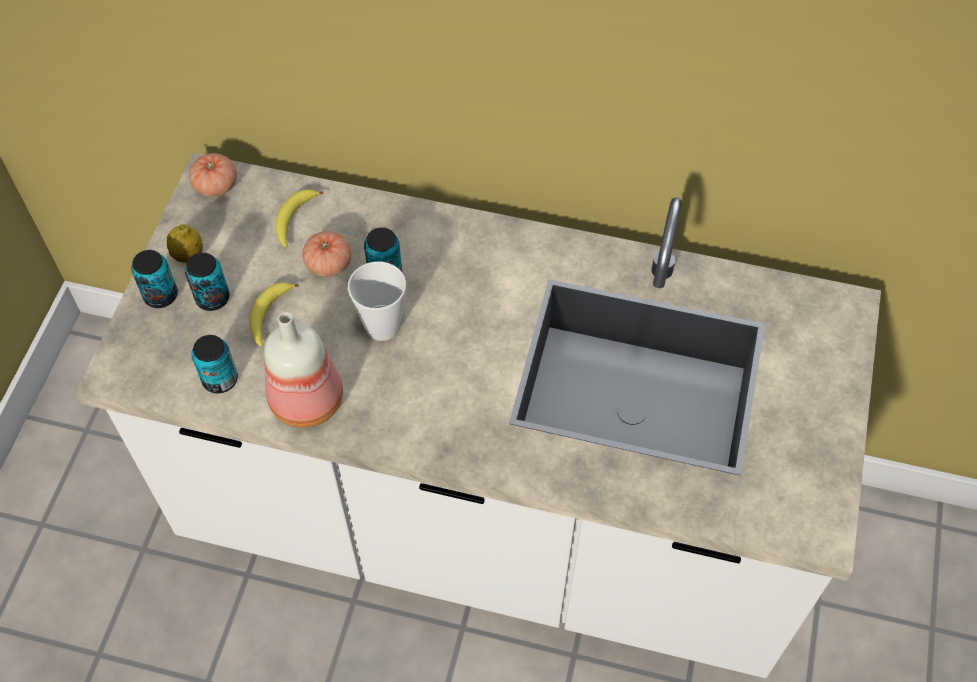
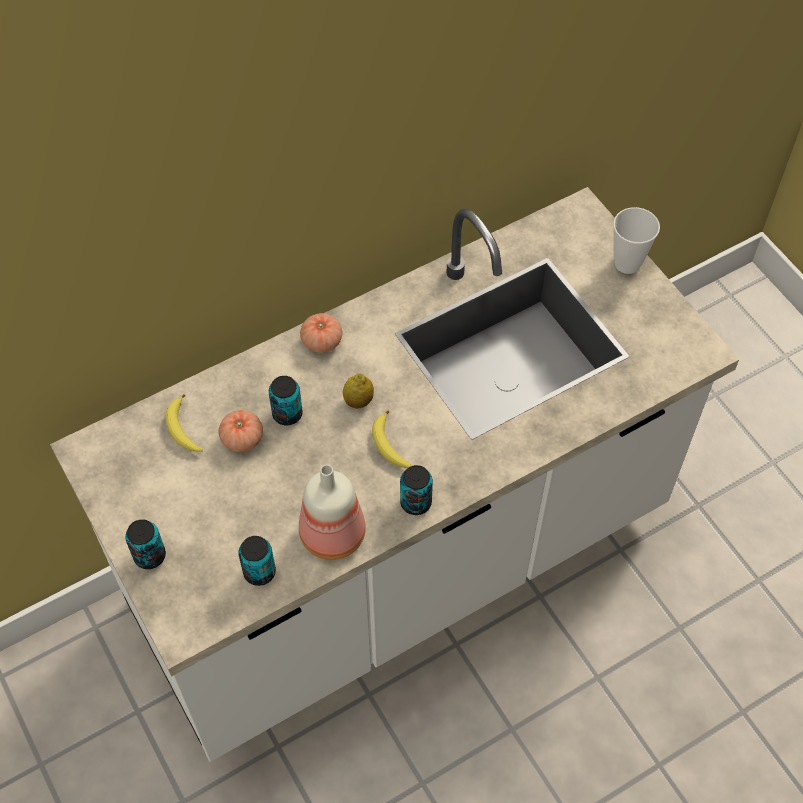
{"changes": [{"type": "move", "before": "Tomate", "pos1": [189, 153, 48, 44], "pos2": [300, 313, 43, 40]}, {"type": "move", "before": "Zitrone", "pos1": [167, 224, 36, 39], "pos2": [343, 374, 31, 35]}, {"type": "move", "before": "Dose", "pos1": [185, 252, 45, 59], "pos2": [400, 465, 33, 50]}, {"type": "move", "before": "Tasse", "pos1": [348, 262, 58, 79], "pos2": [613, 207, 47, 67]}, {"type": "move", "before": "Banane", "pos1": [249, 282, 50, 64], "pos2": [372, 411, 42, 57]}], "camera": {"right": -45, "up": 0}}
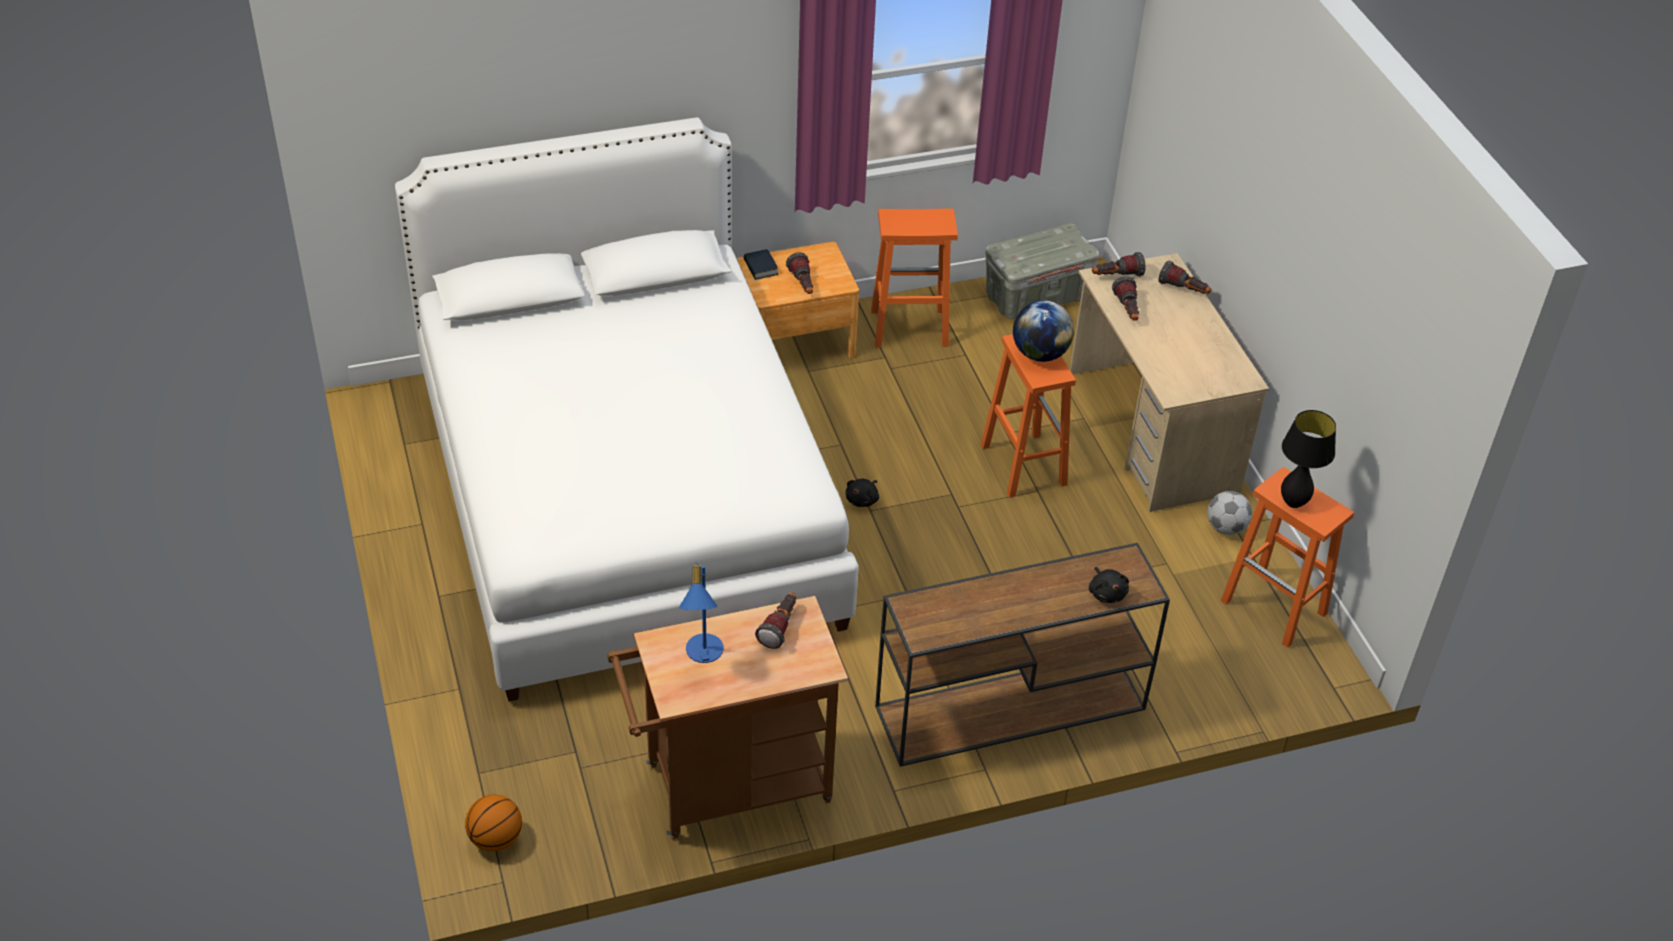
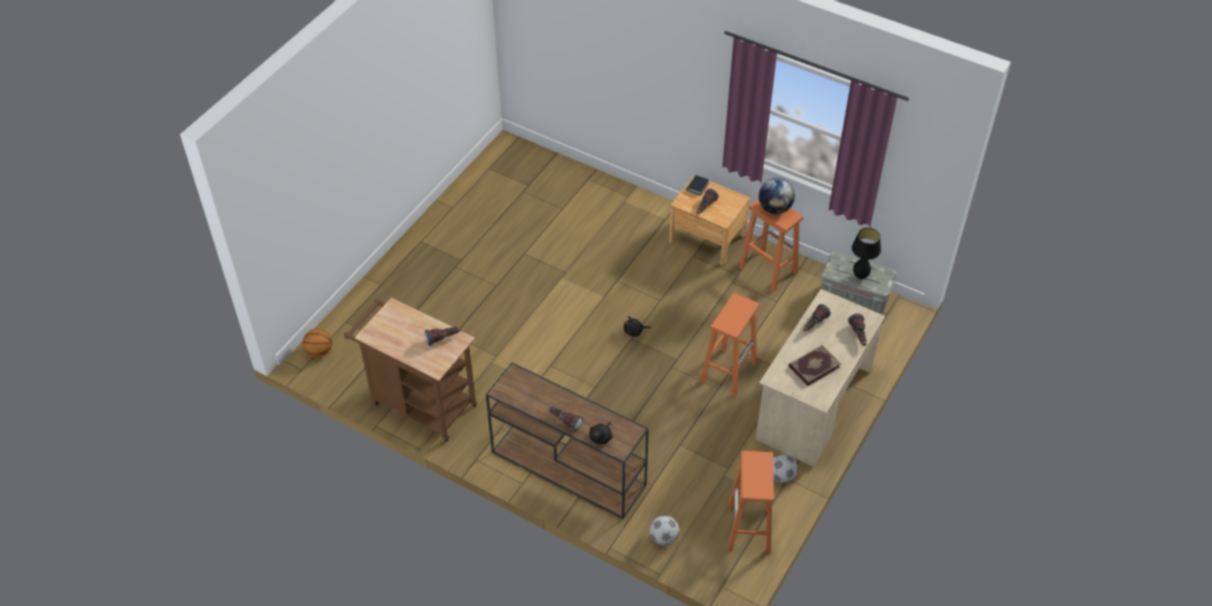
{"changes": [{"type": "delete", "before": "Bett/weiß", "pos1": [395, 117, 464, 584]}, {"type": "move", "before": "Taschenlampe", "pos1": [1092, 252, 54, 25], "pos2": [548, 406, 35, 26]}, {"type": "move", "before": "Globus", "pos1": [1013, 300, 61, 62], "pos2": [759, 178, 36, 36]}, {"type": "move", "before": "Tischlampe/schwarz", "pos1": [1281, 410, 55, 98], "pos2": [852, 228, 29, 51]}, {"type": "delete", "before": "Tischlampe/blau", "pos1": [679, 561, 45, 102]}, {"type": "insert", "after": "Buch", "pos2": [789, 345, 52, 41]}, {"type": "insert", "after": "Fußball", "pos2": [650, 515, 29, 30]}], "camera": {"right": 50, "up": 5}}
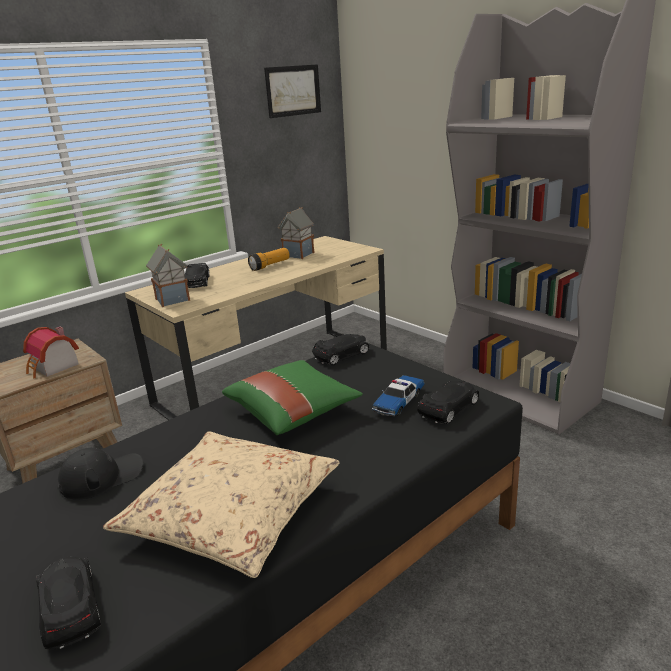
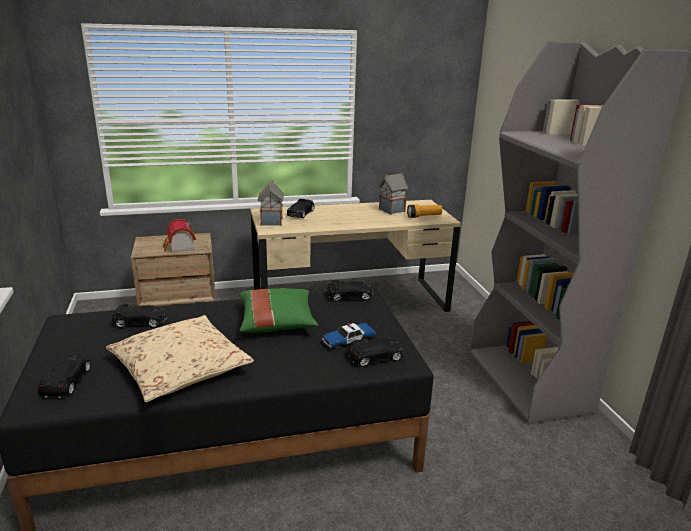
{"changes": [{"type": "delete", "before": "Bild", "pos1": [264, 64, 57, 54]}, {"type": "move", "before": "Taschenlampe", "pos1": [248, 248, 42, 23], "pos2": [407, 205, 35, 13]}, {"type": "replace", "before": "Kappe/schwarz", "after": "Spielzeugauto/schwarz", "pos1": [58, 447, 85, 52], "pos2": [112, 304, 55, 24]}], "camera": {"right": 25, "up": 0}}
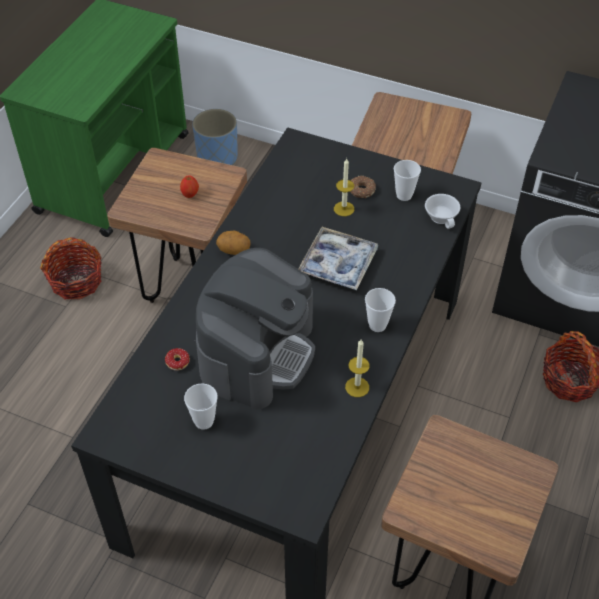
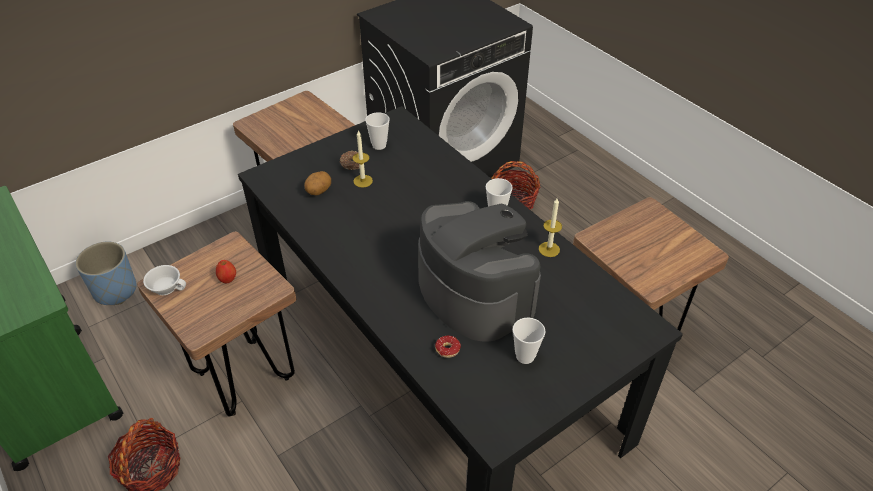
{"changes": [{"type": "move", "before": "Tasse/weiß", "pos1": [425, 194, 35, 35], "pos2": [143, 265, 43, 30]}, {"type": "delete", "before": "Tablett", "pos1": [299, 227, 79, 63]}, {"type": "move", "before": "Kartoffel", "pos1": [216, 231, 34, 24], "pos2": [304, 171, 27, 25]}], "camera": {"right": -60, "up": -5}}
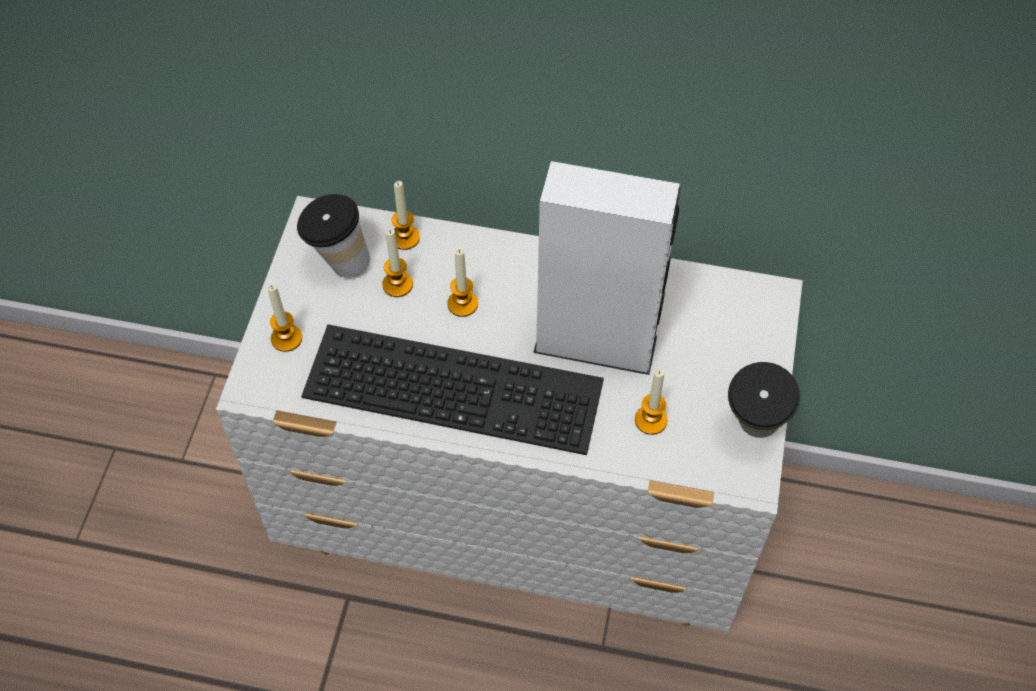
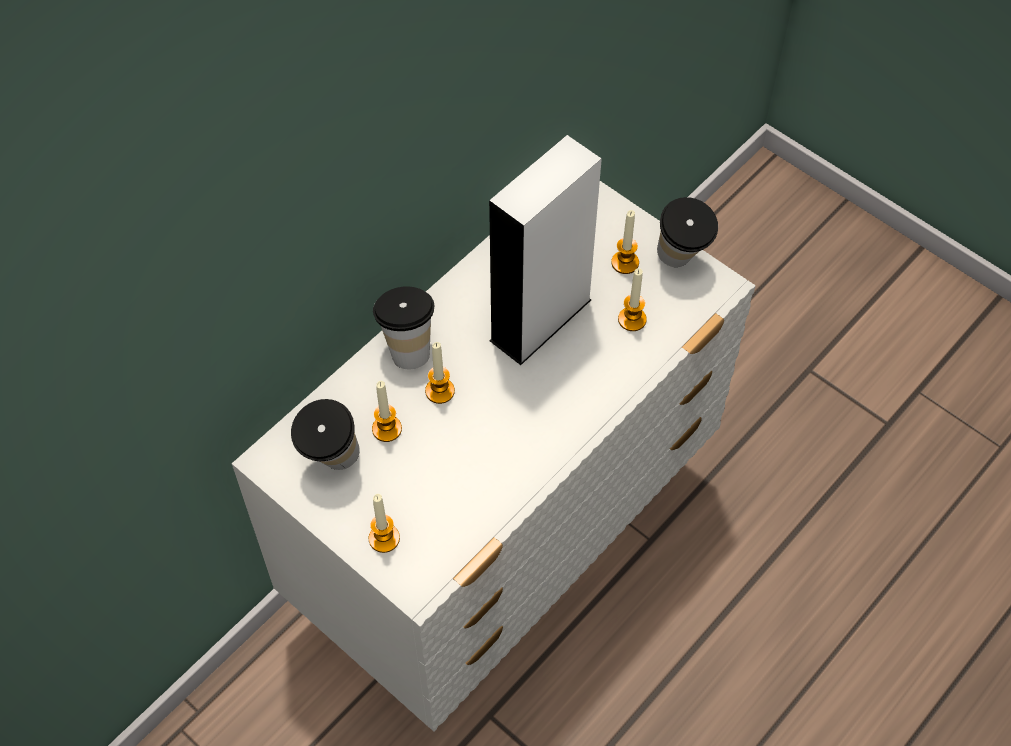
{"changes": [{"type": "move", "before": "Kerze", "pos1": [392, 181, 28, 69], "pos2": [611, 210, 28, 64]}, {"type": "delete", "before": "Tastatur", "pos1": [302, 324, 302, 131]}, {"type": "insert", "after": "Tasse", "pos2": [373, 286, 61, 83]}], "camera": {"right": -60, "up": 0}}
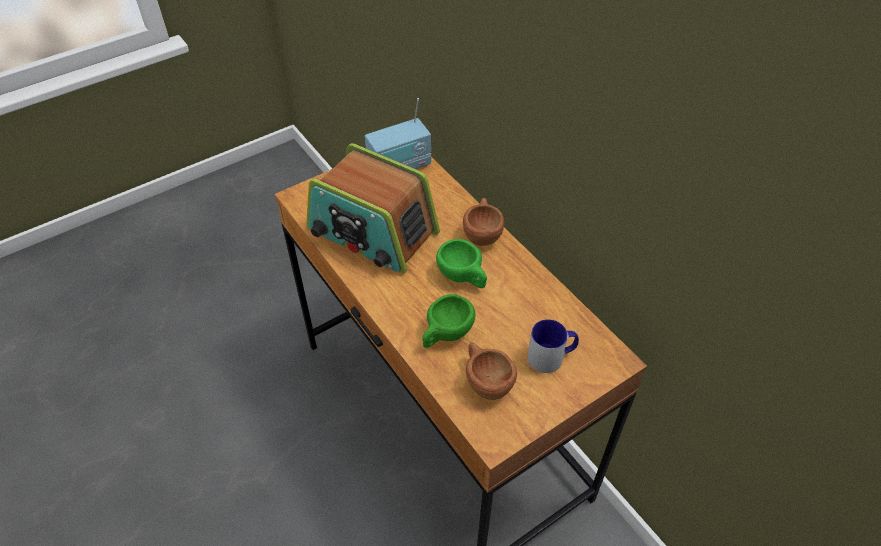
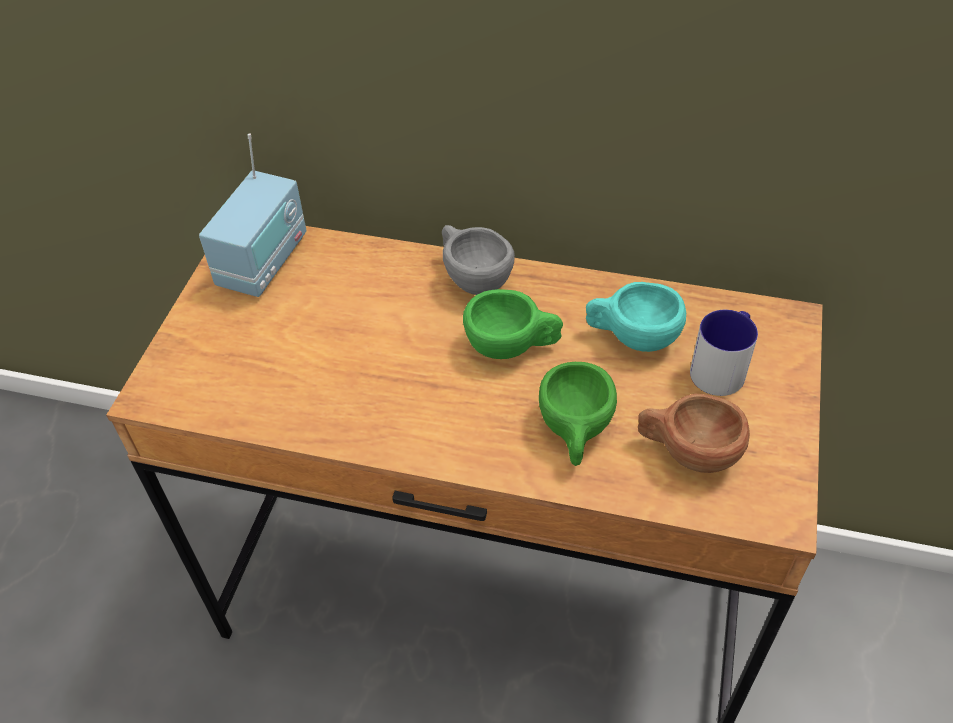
{"changes": [{"type": "delete", "before": "Radio", "pos1": [306, 143, 134, 131]}, {"type": "recolor", "before": "Tasse/braun", "after": "Tasse/grau", "pos1": [463, 198, 41, 48], "pos2": [442, 225, 73, 70]}, {"type": "insert", "after": "Tasse/türkis", "pos2": [586, 282, 100, 70]}], "camera": {"right": -40, "up": 0}}
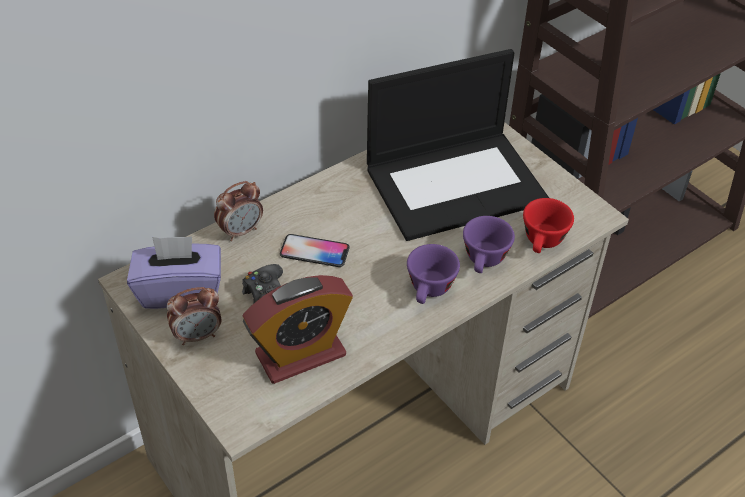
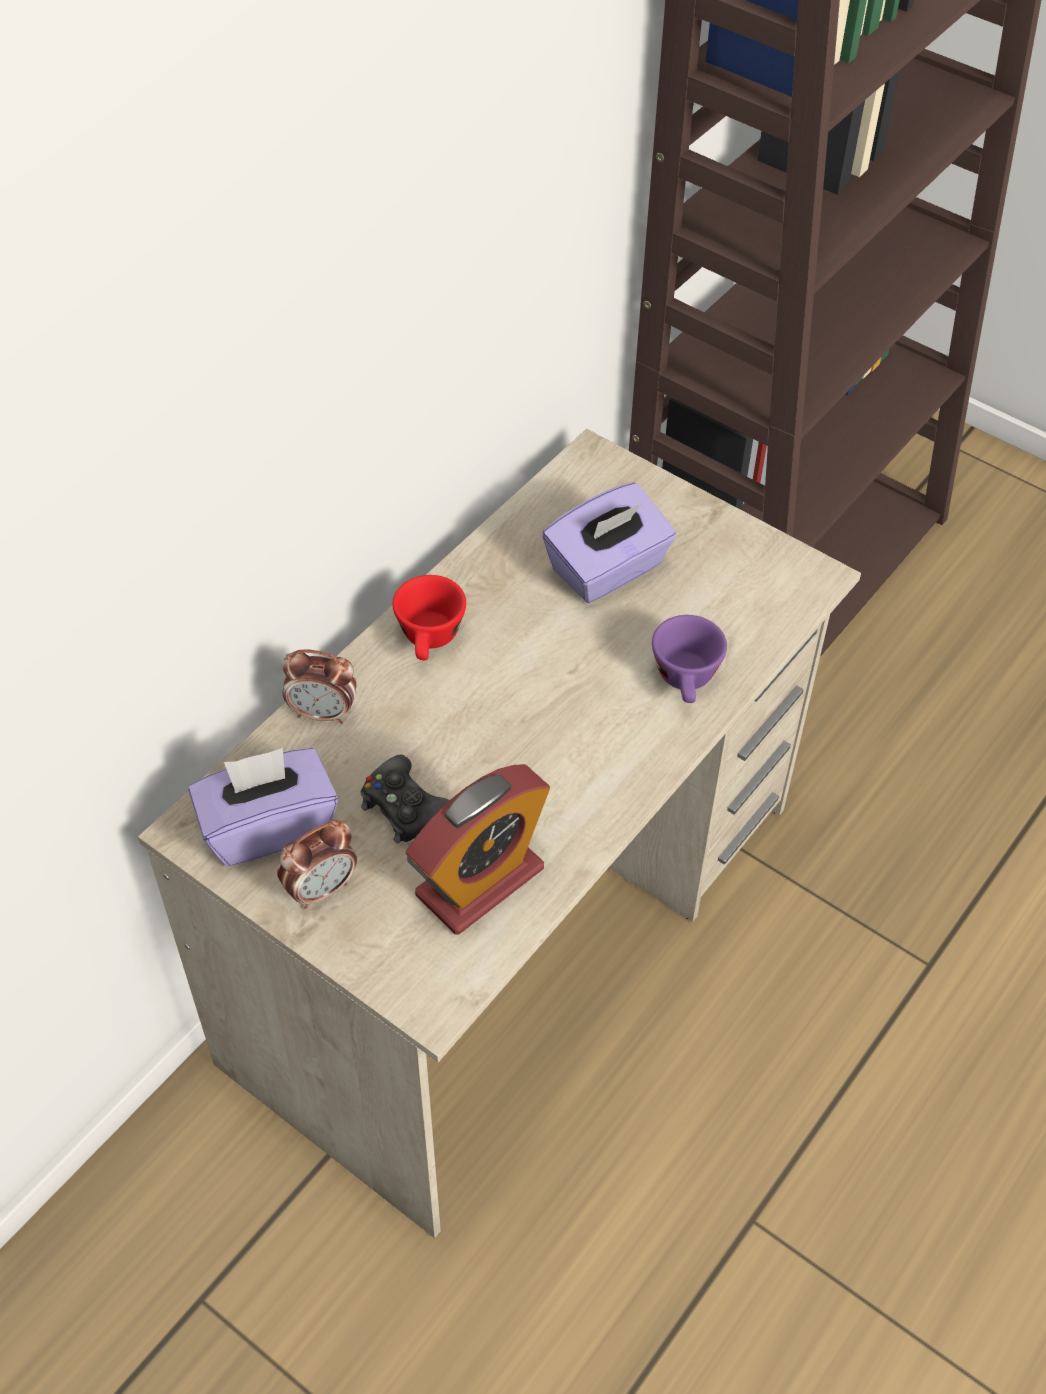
{"changes": [{"type": "replace", "before": "Laptop", "after": "Taschentuchbox/lila", "pos1": [367, 49, 182, 192], "pos2": [542, 483, 135, 120]}, {"type": "rotate", "before": "Wecker", "pos1": [214, 181, 49, 60], "pos2": [282, 650, 75, 74], "turn": 60}, {"type": "move", "before": "Tasse/rot", "pos1": [523, 198, 51, 55], "pos2": [392, 575, 74, 85]}, {"type": "delete", "before": "Handy", "pos1": [280, 234, 70, 33]}, {"type": "delete", "before": "Tasse/lila", "pos1": [407, 244, 53, 60]}], "camera": {"right": -15, "up": 5}}
